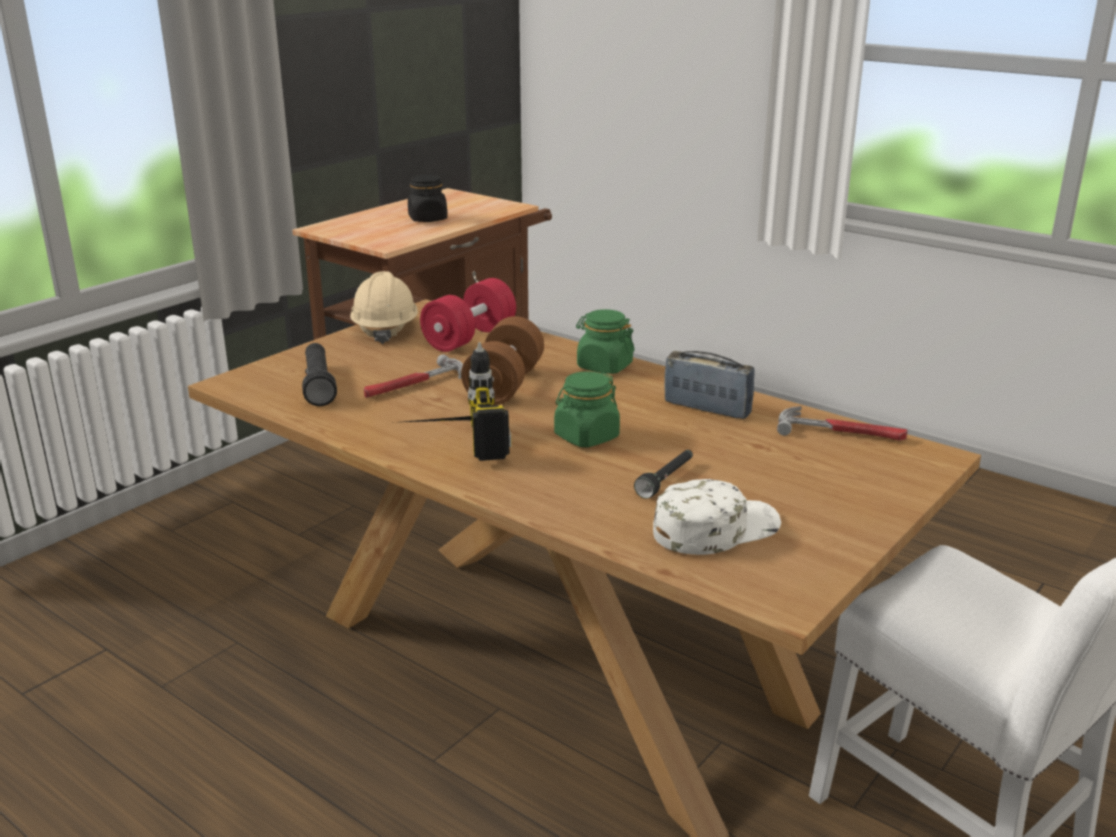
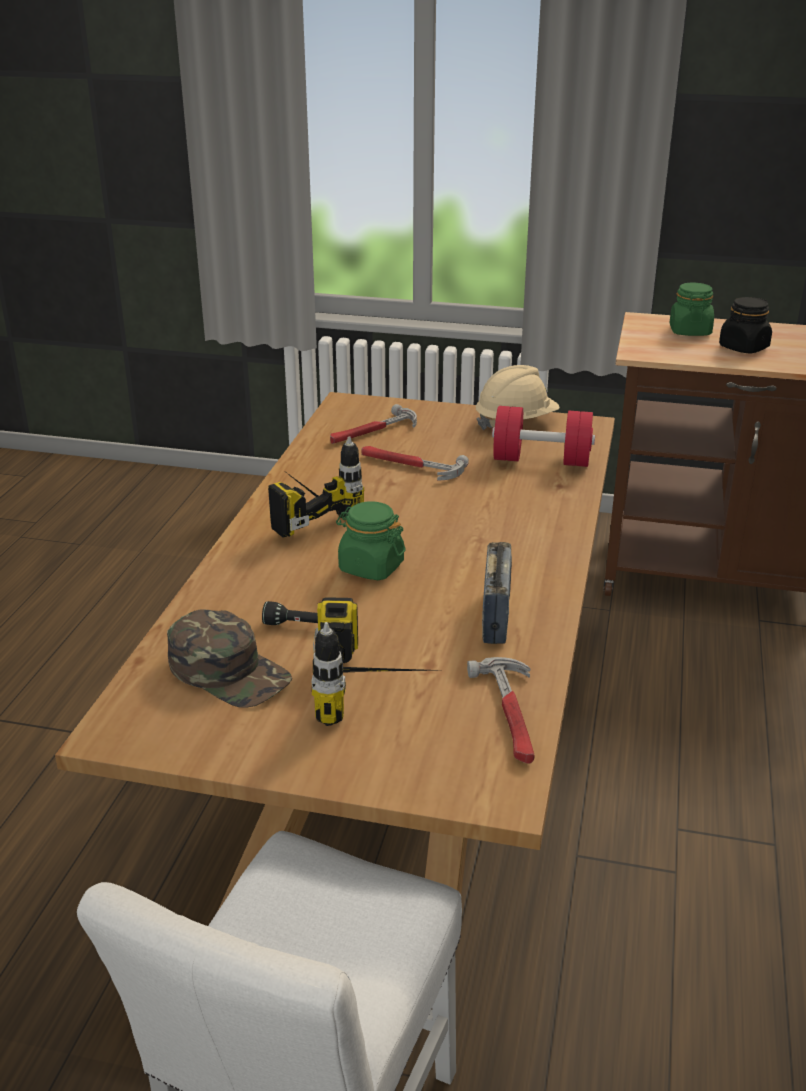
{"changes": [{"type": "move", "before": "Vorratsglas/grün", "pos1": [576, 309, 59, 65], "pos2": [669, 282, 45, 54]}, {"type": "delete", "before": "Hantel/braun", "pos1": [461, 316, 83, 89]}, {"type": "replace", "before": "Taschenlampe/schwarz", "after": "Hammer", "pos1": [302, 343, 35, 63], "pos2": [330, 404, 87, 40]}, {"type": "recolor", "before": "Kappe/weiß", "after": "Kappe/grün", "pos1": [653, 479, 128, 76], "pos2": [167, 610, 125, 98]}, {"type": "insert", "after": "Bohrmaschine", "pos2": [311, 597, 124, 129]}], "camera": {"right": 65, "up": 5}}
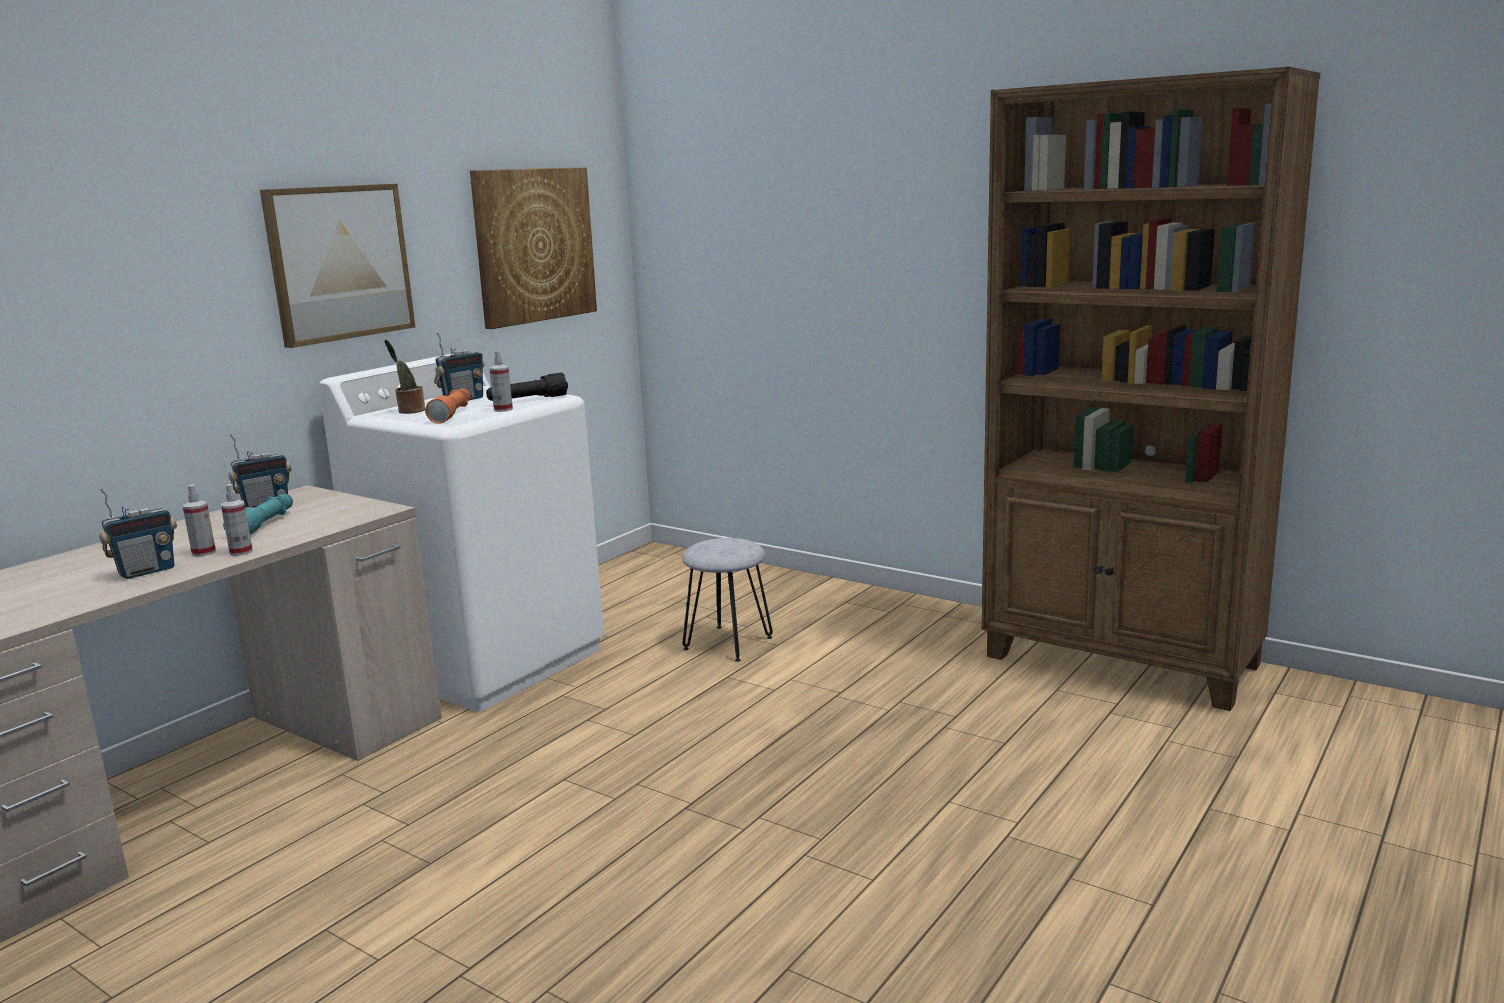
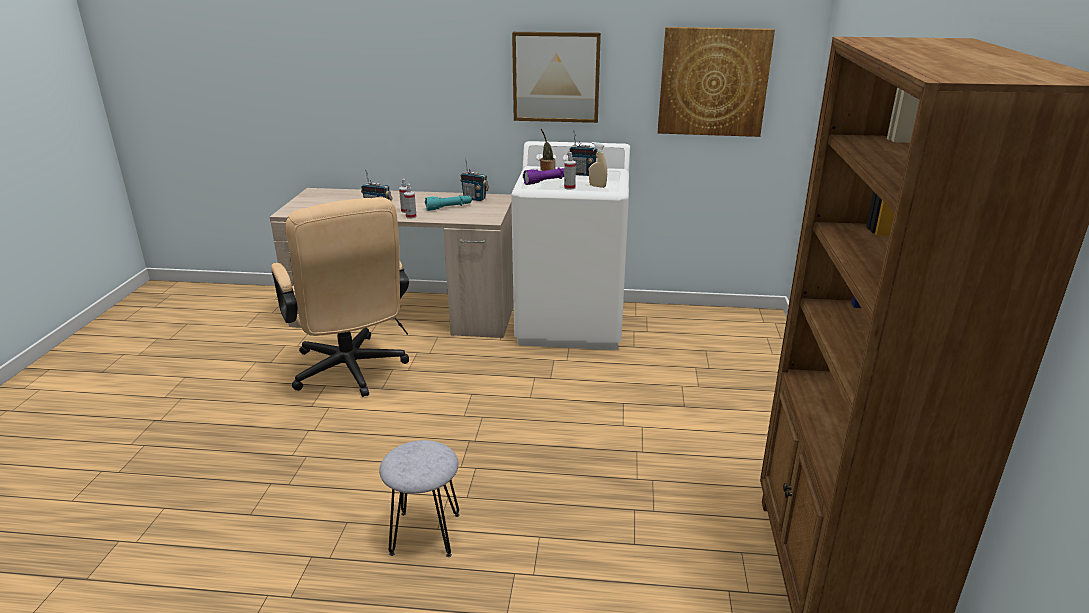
{"changes": [{"type": "replace", "before": "Taschenlampe/schwarz", "after": "Sprühflasche/beige", "pos1": [486, 373, 82, 28], "pos2": [589, 142, 18, 46]}, {"type": "recolor", "before": "Taschenlampe/orange", "after": "Taschenlampe/lila", "pos1": [425, 388, 46, 36], "pos2": [523, 167, 41, 18]}, {"type": "move", "before": "Hocker/grau", "pos1": [682, 538, 91, 124], "pos2": [379, 440, 80, 117]}, {"type": "insert", "after": "Bürostuhl/beige", "pos2": [271, 197, 138, 200]}], "camera": {"right": 60, "up": 10}}
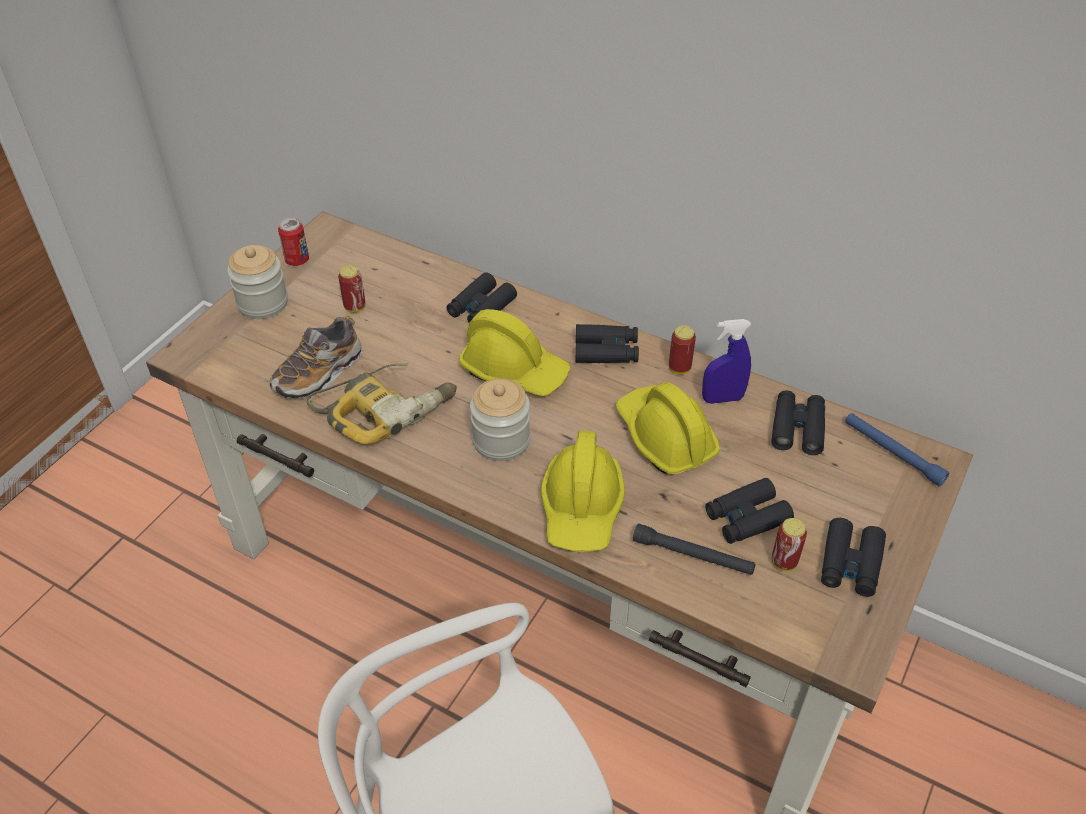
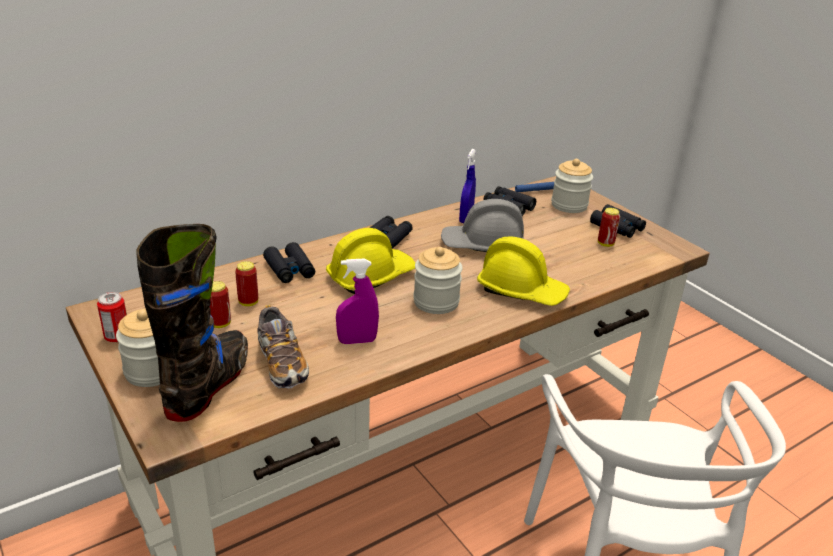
{"changes": [{"type": "move", "before": "Dose", "pos1": [669, 325, 27, 50], "pos2": [235, 261, 23, 45]}, {"type": "replace", "before": "Bohrmaschine", "after": "Sprühflasche/lila", "pos1": [307, 363, 150, 82], "pos2": [336, 259, 43, 85]}, {"type": "recolor", "before": "Schutzhelm/gelb", "after": "Schutzhelm/grau", "pos1": [616, 382, 105, 92], "pos2": [441, 199, 83, 53]}, {"type": "delete", "before": "Fernglas/schwarz", "pos1": [705, 478, 89, 66]}, {"type": "delete", "before": "Taschenlampe/schwarz", "pos1": [633, 524, 123, 51]}, {"type": "insert", "after": "Vorratsglas", "pos2": [551, 159, 42, 54]}, {"type": "insert", "after": "Stiefel/schwarz", "pos2": [137, 224, 111, 198]}], "camera": {"right": -65, "up": -15}}
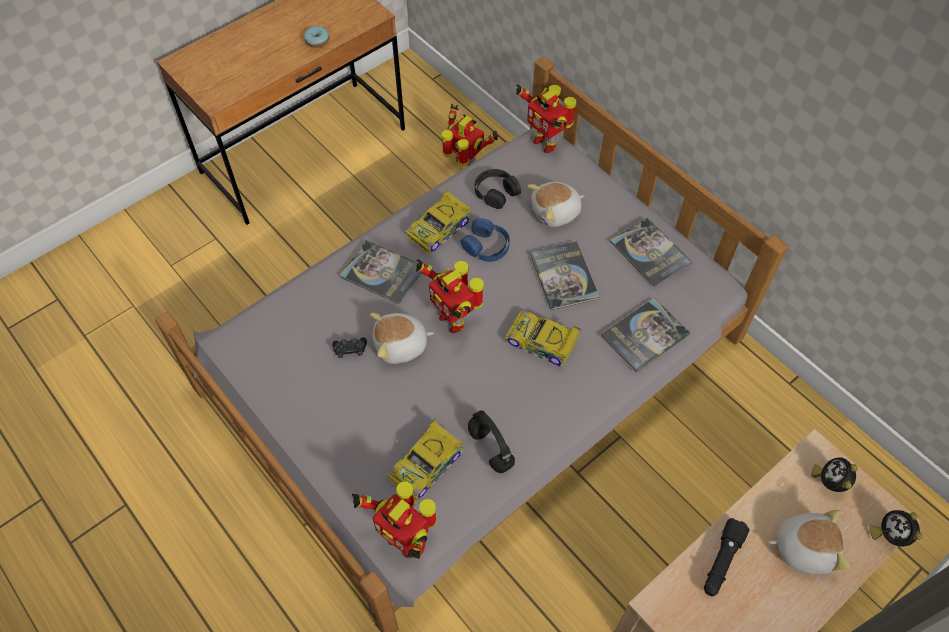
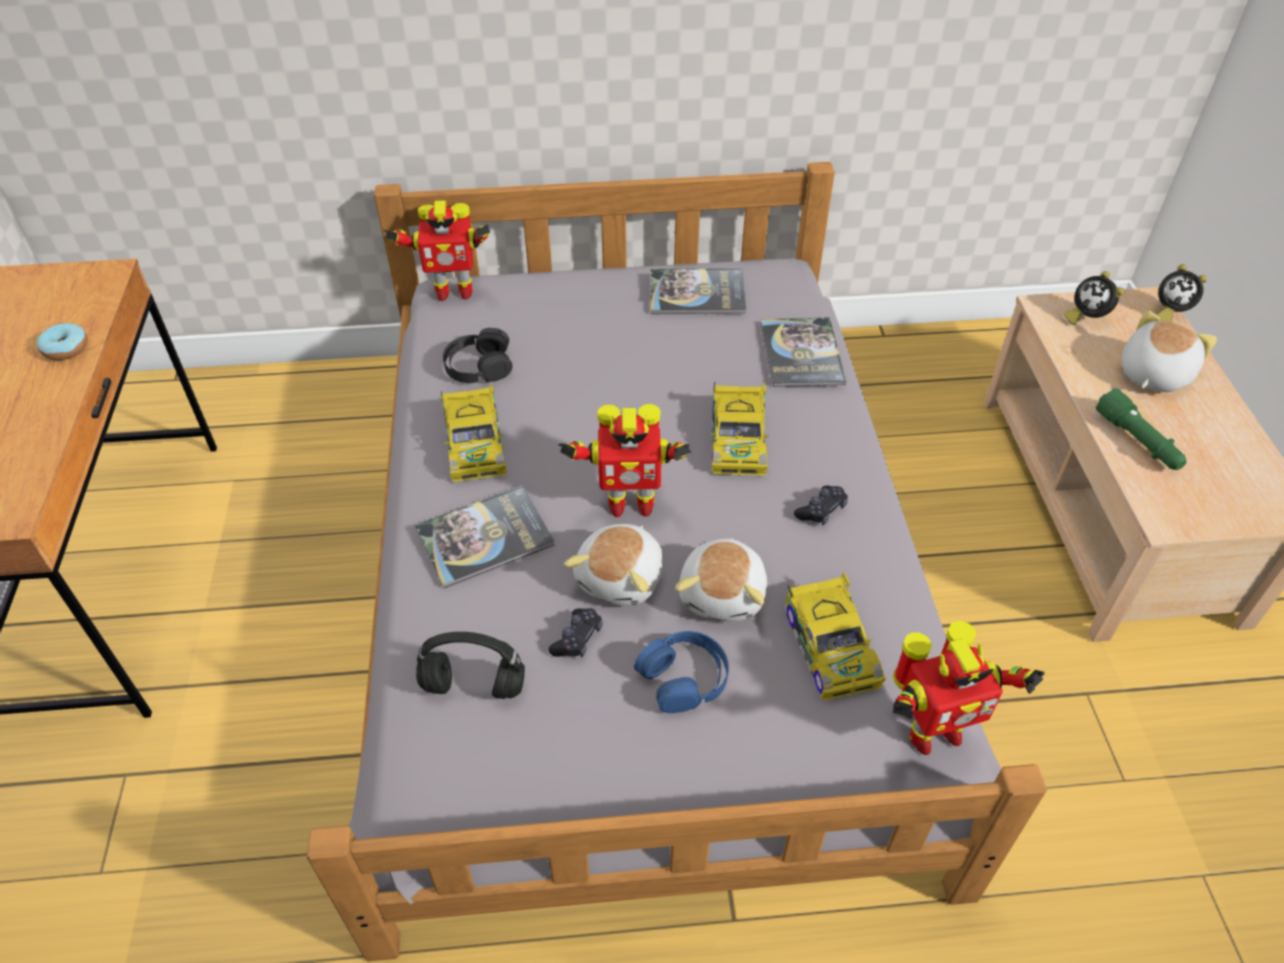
{"changes": [{"type": "delete", "before": "Spielzeugroboter", "pos1": [442, 104, 56, 63]}, {"type": "move", "before": "Plüschtier", "pos1": [527, 182, 57, 45], "pos2": [675, 538, 92, 84]}, {"type": "move", "before": "Kopfhörer/blau", "pos1": [460, 218, 50, 44], "pos2": [634, 631, 95, 82]}, {"type": "delete", "before": "Buch", "pos1": [530, 241, 70, 69]}, {"type": "rotate", "before": "Spielzeugauto", "pos1": [505, 311, 76, 56], "pos2": [711, 381, 58, 95], "turn": -60}, {"type": "move", "before": "Kopfhörer/schwarz", "pos1": [468, 411, 47, 62], "pos2": [416, 632, 109, 67]}, {"type": "recolor", "before": "Taschenlampe/schwarz", "after": "Taschenlampe/grün", "pos1": [704, 518, 46, 79], "pos2": [1095, 388, 91, 82]}, {"type": "insert", "after": "Gamepad/schwarz", "pos2": [794, 486, 54, 39]}], "camera": {"right": -55, "up": -10}}
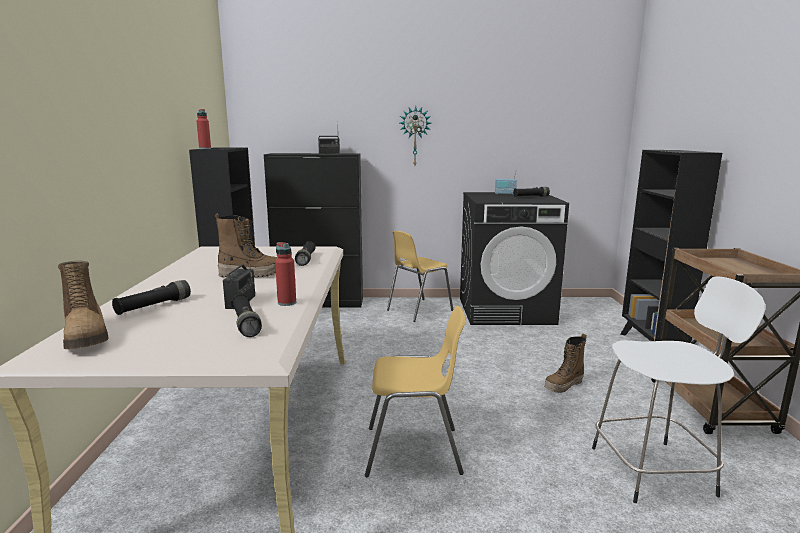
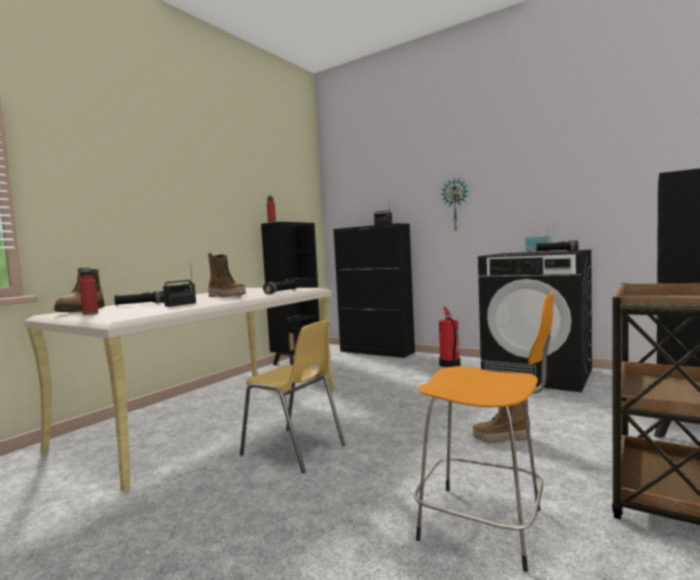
{"changes": [{"type": "replace", "before": "Stuhl/gelb", "after": "Feuerlöscher", "pos1": [387, 231, 66, 91], "pos2": [439, 307, 21, 60]}, {"type": "move", "before": "Flasche/rot", "pos1": [275, 242, 21, 64], "pos2": [79, 267, 20, 48]}, {"type": "recolor", "before": "Hocker/weiß", "after": "Hocker/orange", "pos1": [592, 276, 173, 227], "pos2": [414, 291, 140, 281]}, {"type": "delete", "before": "Taschenlampe/schwarz", "pos1": [231, 294, 31, 43]}], "camera": {"right": 35, "up": -10}}
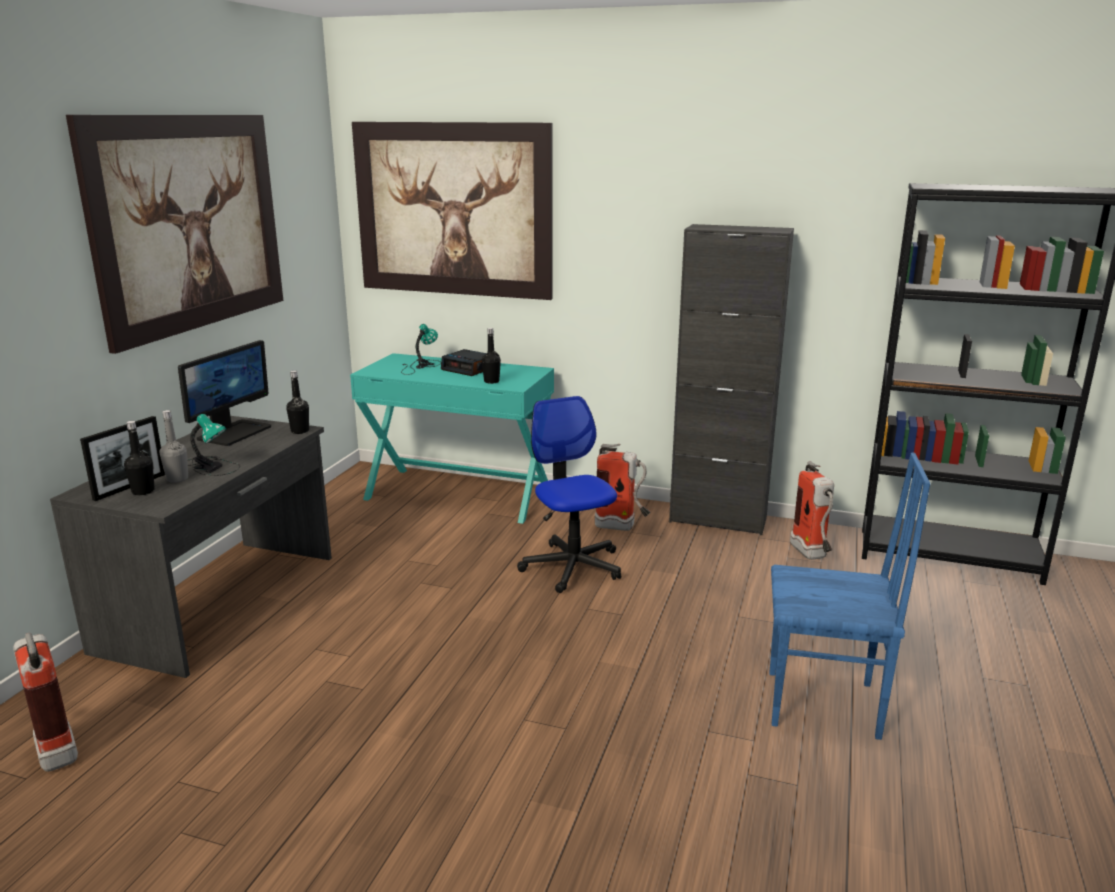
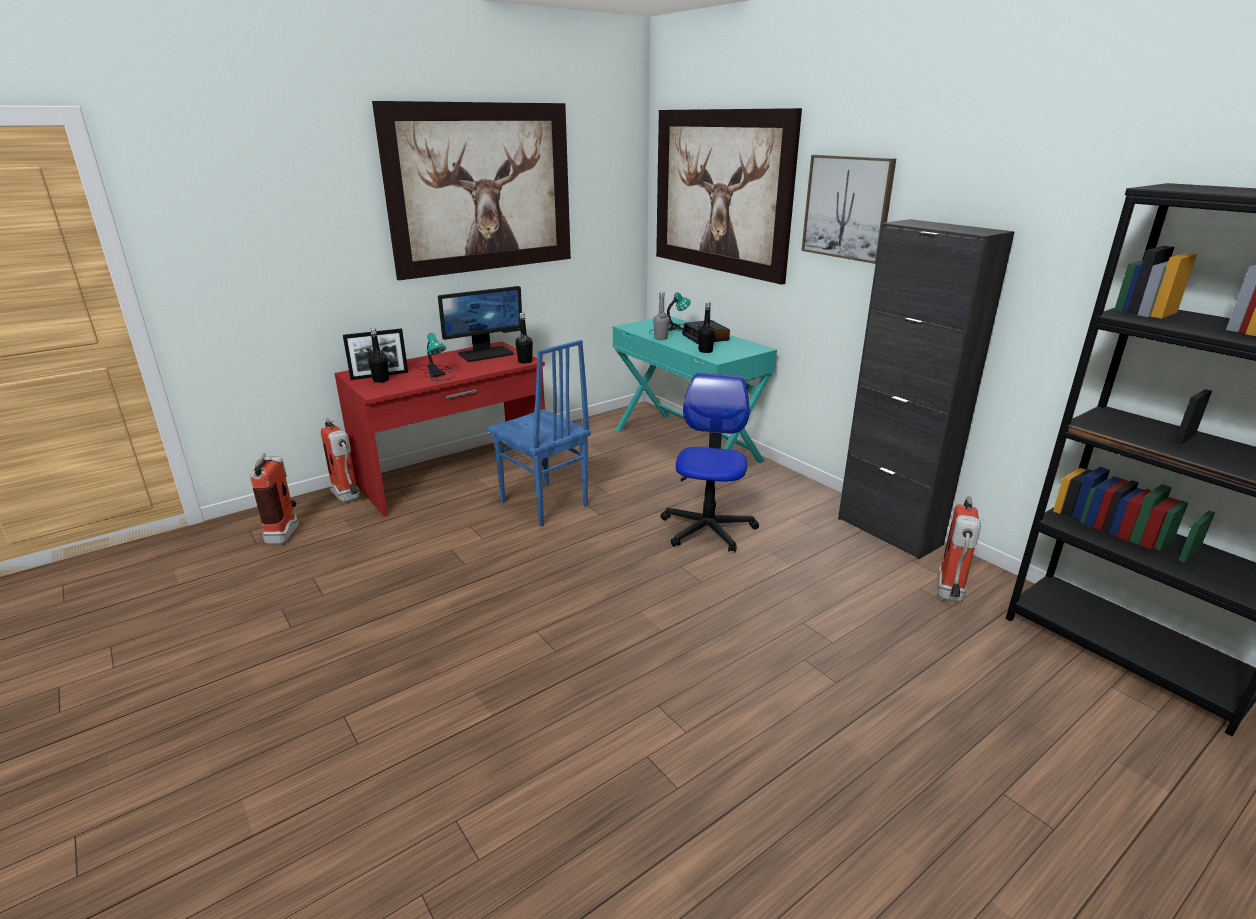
{"changes": [{"type": "move", "before": "Flasche/grau", "pos1": [160, 410, 28, 73], "pos2": [653, 292, 16, 48]}, {"type": "recolor", "before": "Schreibtisch/grau", "after": "Schreibtisch/rot", "pos1": [50, 416, 282, 262], "pos2": [334, 342, 211, 175]}, {"type": "move", "before": "Feuerlöscher", "pos1": [595, 444, 55, 87], "pos2": [321, 418, 39, 85]}, {"type": "move", "before": "Stuhl/blau", "pos1": [769, 452, 162, 288], "pos2": [488, 340, 103, 187]}, {"type": "insert", "after": "Bild", "pos2": [801, 155, 95, 109]}], "camera": {"right": 35, "up": 5}}
